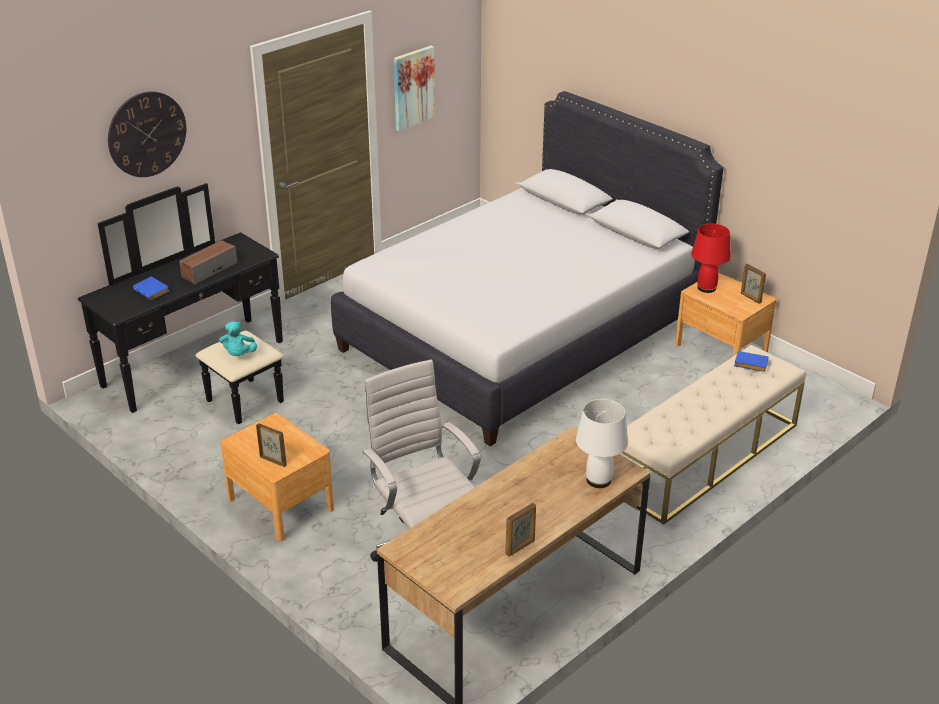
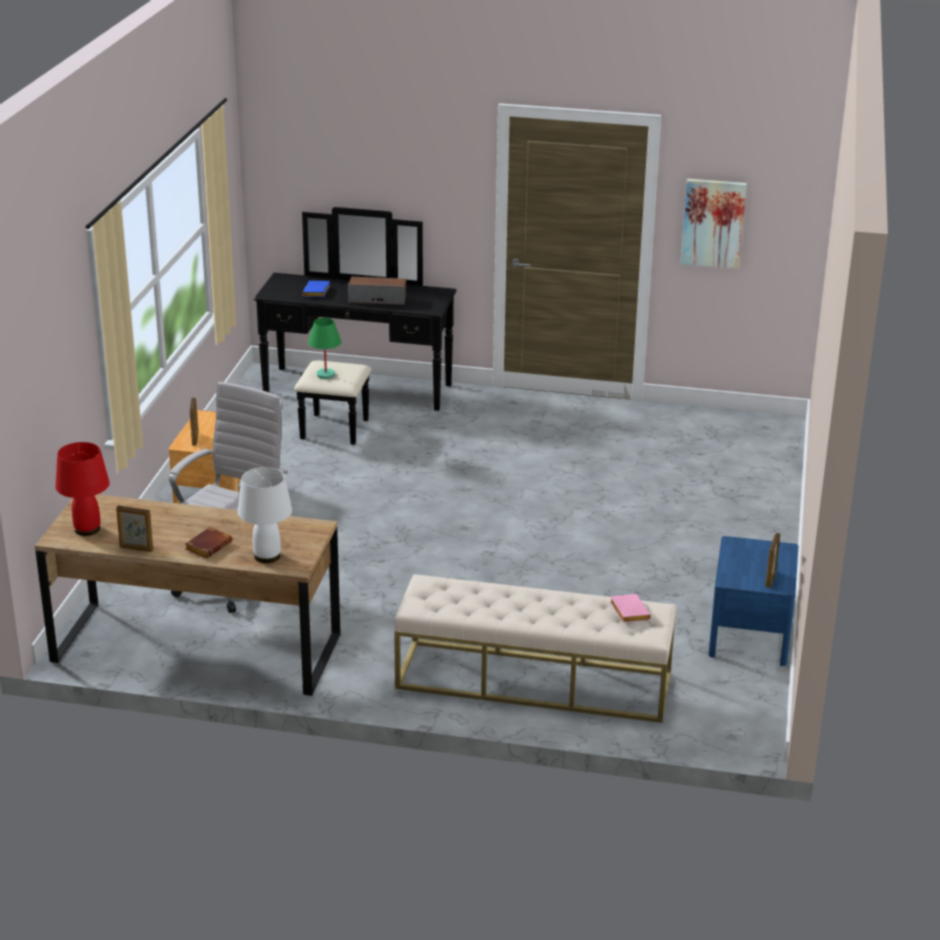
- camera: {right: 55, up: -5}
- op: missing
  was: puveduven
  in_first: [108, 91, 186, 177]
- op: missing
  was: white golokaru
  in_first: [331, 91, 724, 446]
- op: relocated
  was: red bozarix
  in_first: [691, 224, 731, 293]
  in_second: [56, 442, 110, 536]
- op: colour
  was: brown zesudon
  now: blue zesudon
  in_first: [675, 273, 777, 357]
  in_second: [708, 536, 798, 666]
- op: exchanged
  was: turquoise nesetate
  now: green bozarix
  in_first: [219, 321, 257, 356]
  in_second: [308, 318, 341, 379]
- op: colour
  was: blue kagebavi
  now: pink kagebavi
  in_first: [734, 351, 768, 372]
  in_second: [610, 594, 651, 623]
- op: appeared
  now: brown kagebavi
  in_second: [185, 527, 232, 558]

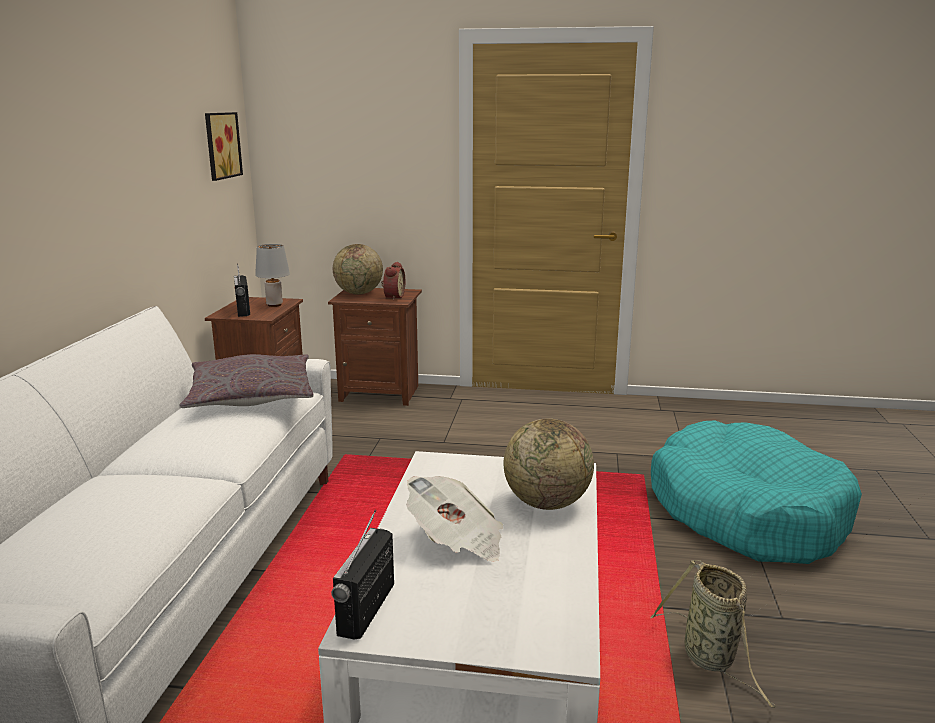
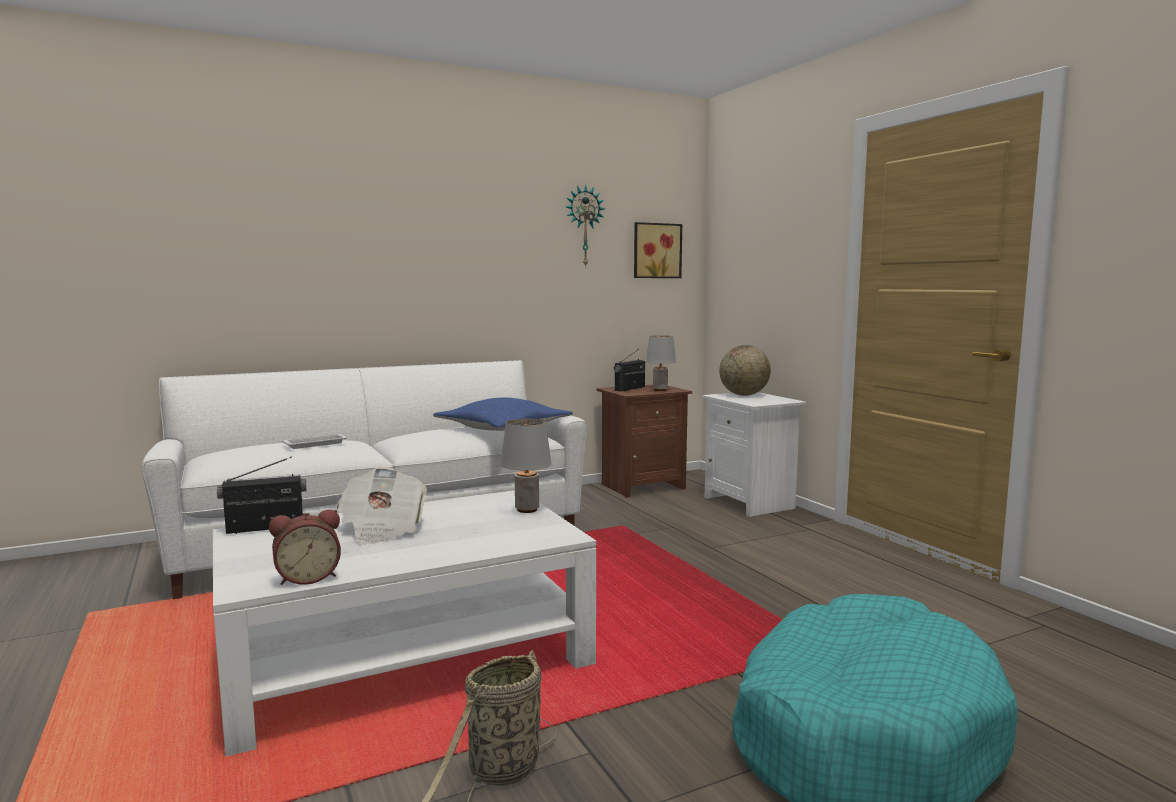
- camera: {right: 55, up: -10}
- op: relocated
  was: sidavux
  in_first: [381, 262, 405, 301]
  in_second: [269, 509, 341, 585]
- op: colour
  was: brown zesudon
  now: white zesudon
  in_first: [328, 288, 422, 406]
  in_second: [702, 392, 807, 517]
- op: colour
  was: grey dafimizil
  now: blue dafimizil
  in_first: [179, 354, 314, 408]
  in_second: [433, 398, 573, 431]
- op: missing
  was: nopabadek
  in_first: [504, 418, 594, 510]
- op: appeared
  now: puveduven
  in_second: [566, 185, 605, 267]
- op: appeared
  now: grey bozarix
  in_second: [501, 418, 552, 513]
- op: appeared
  now: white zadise
  in_second: [282, 434, 347, 449]

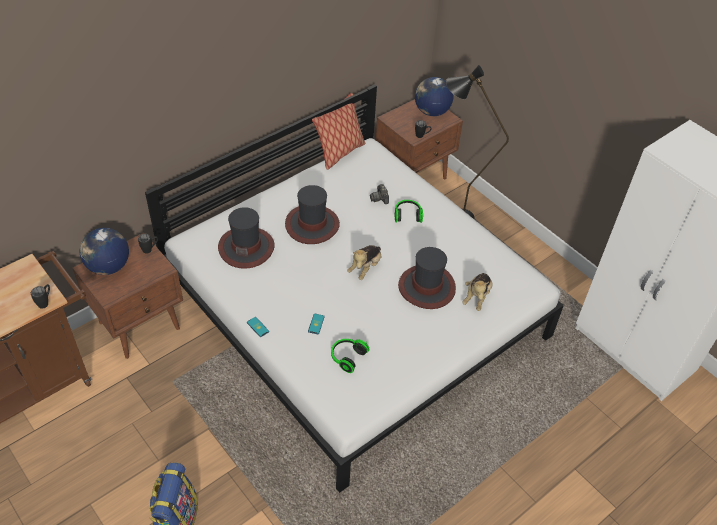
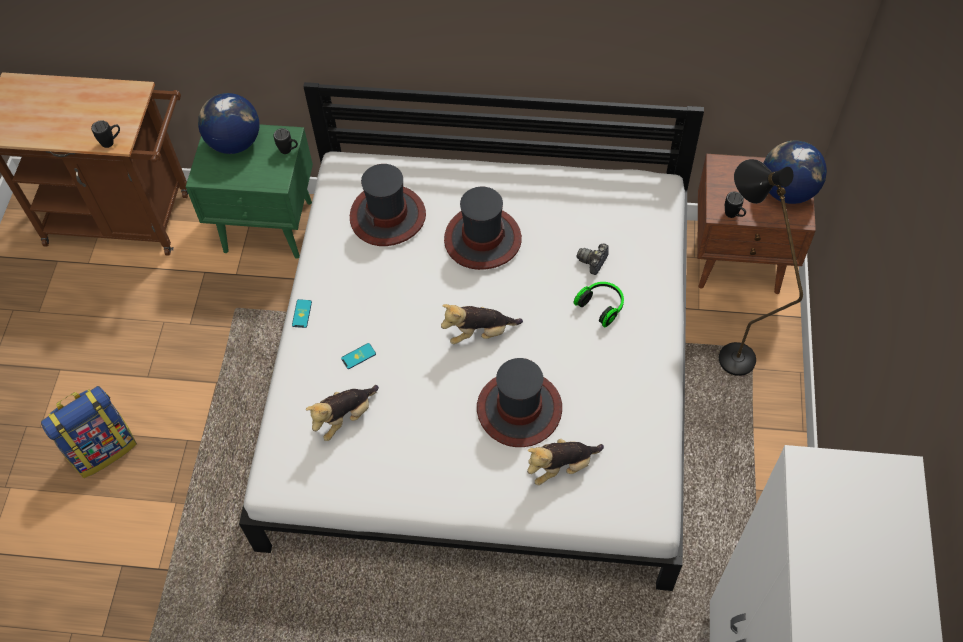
- camera: {right: 50, up: 10}
- op: missing
  was: dafimizil
  in_first: [312, 93, 365, 170]
- op: colour
  was: brown zesudon
  now: green zesudon
  in_first: [73, 233, 183, 359]
  in_second: [186, 124, 313, 259]
- op: exchanged
  was: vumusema
  now: nesetate
  in_first: [331, 339, 370, 373]
  in_second: [306, 385, 379, 441]

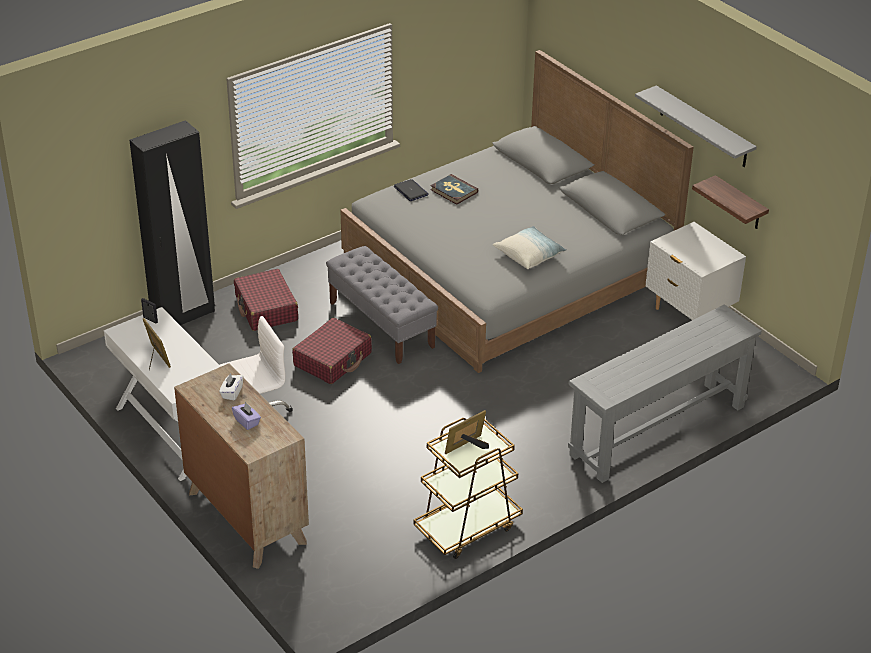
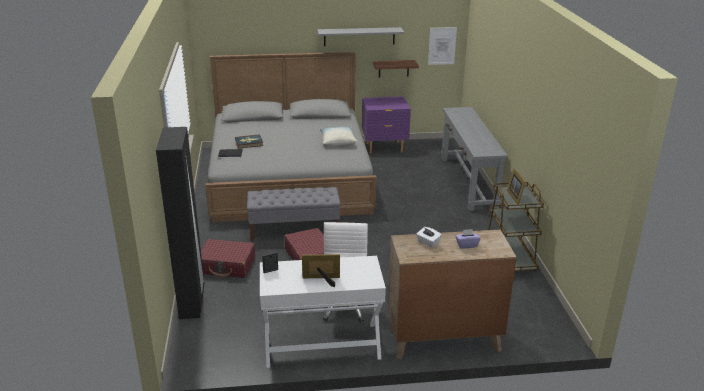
- camera: {right: -60, up: -10}
- op: colour
  was: white zesudon
  now: purple zesudon
  in_first: [646, 222, 746, 320]
  in_second: [362, 96, 411, 154]
- op: appeared
  now: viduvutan
  in_second: [428, 27, 457, 65]

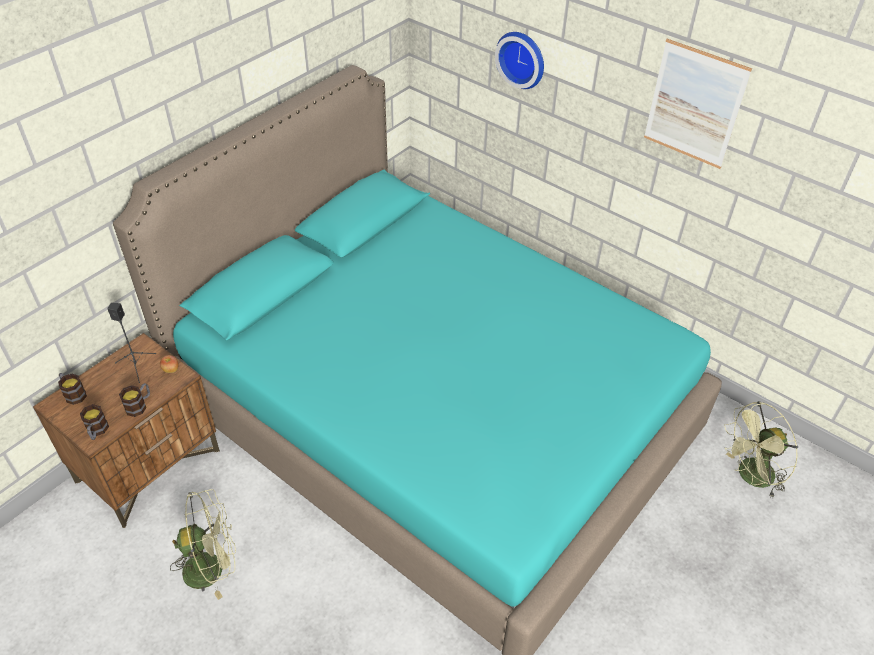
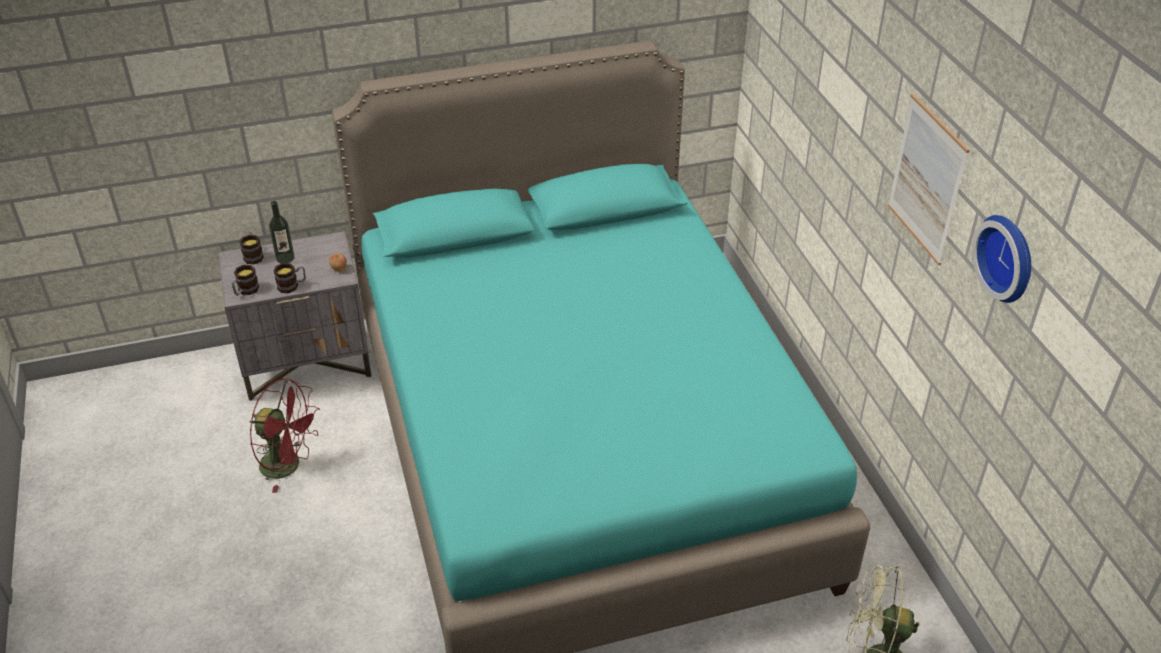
- camera: {right: 35, up: -5}
- op: relocated
  was: puveduven
  in_first: [495, 32, 544, 89]
  in_second: [972, 215, 1031, 303]
- op: missing
  was: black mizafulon
  in_first: [107, 303, 156, 383]
- op: colour
  was: brown zesudon
  now: grey zesudon
  in_first: [33, 333, 220, 528]
  in_second: [218, 231, 372, 401]
- op: colour
  was: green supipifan
  now: red supipifan
  in_first: [170, 489, 236, 600]
  in_second: [250, 378, 320, 493]
- op: appeared
  now: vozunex
  in_second: [269, 201, 295, 263]

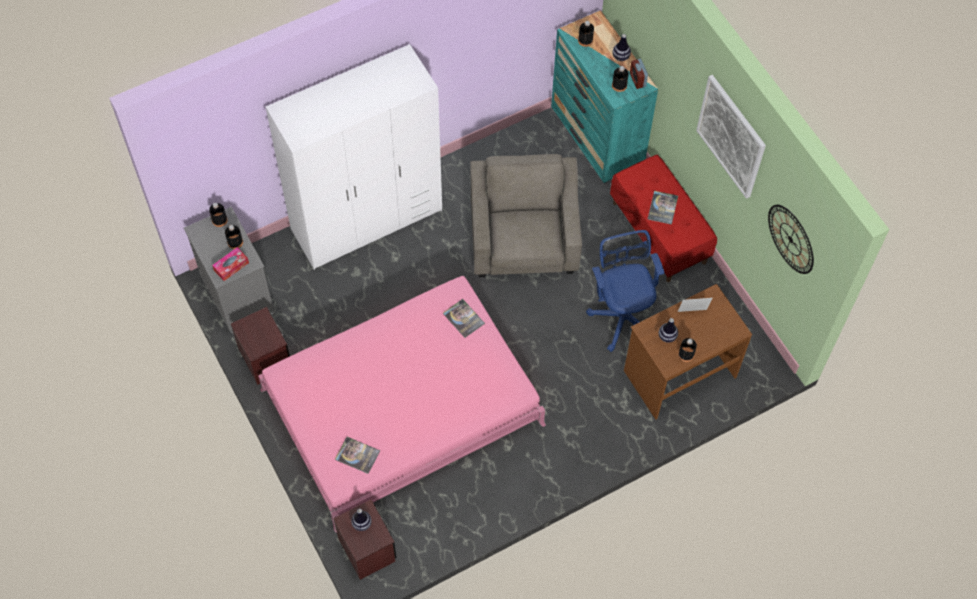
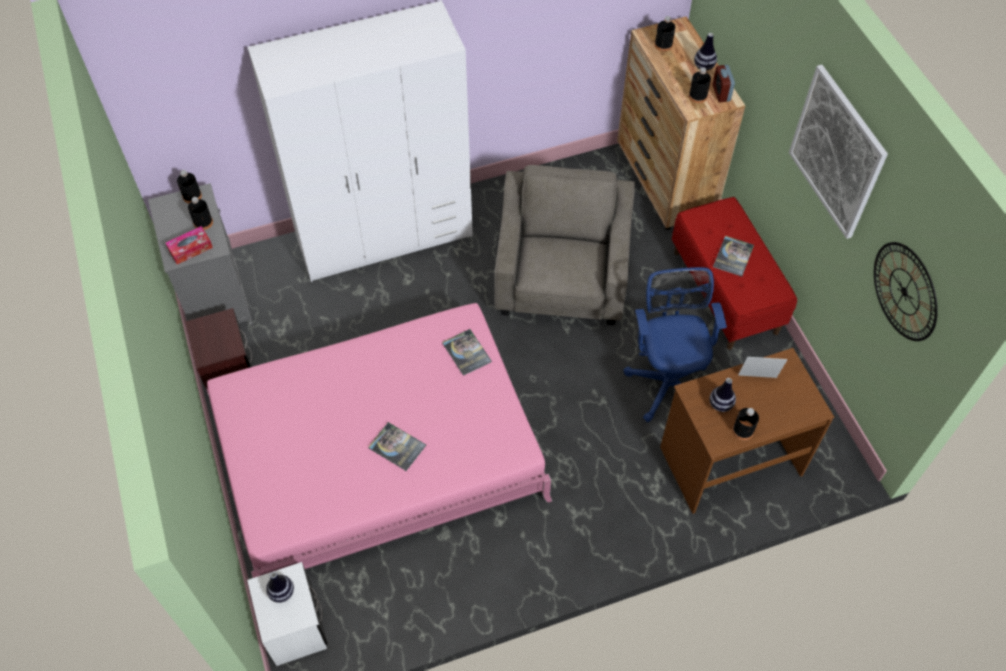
- camera: {right: 10, up: -5}
- op: colour
  was: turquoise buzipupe
  now: brown buzipupe
  in_first: [551, 10, 658, 183]
  in_second: [617, 17, 745, 230]
- op: relocated
  was: kagebavi
  in_first: [335, 437, 380, 474]
  in_second: [368, 422, 426, 471]
- op: colour
  was: brown zesudon
  now: white zesudon
  in_first: [333, 500, 397, 580]
  in_second: [247, 562, 328, 666]

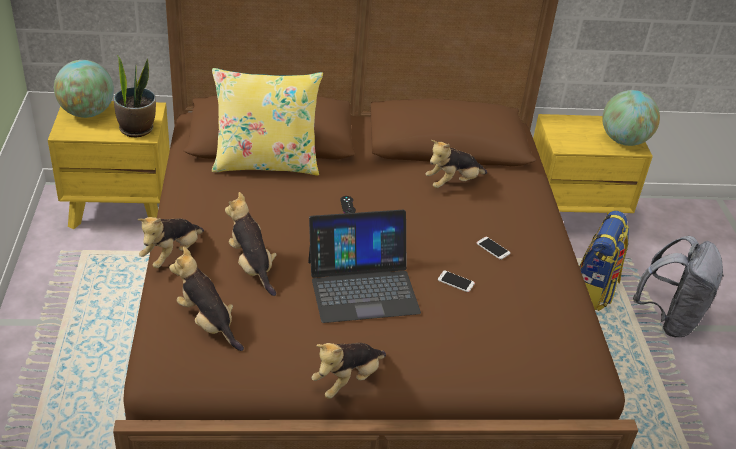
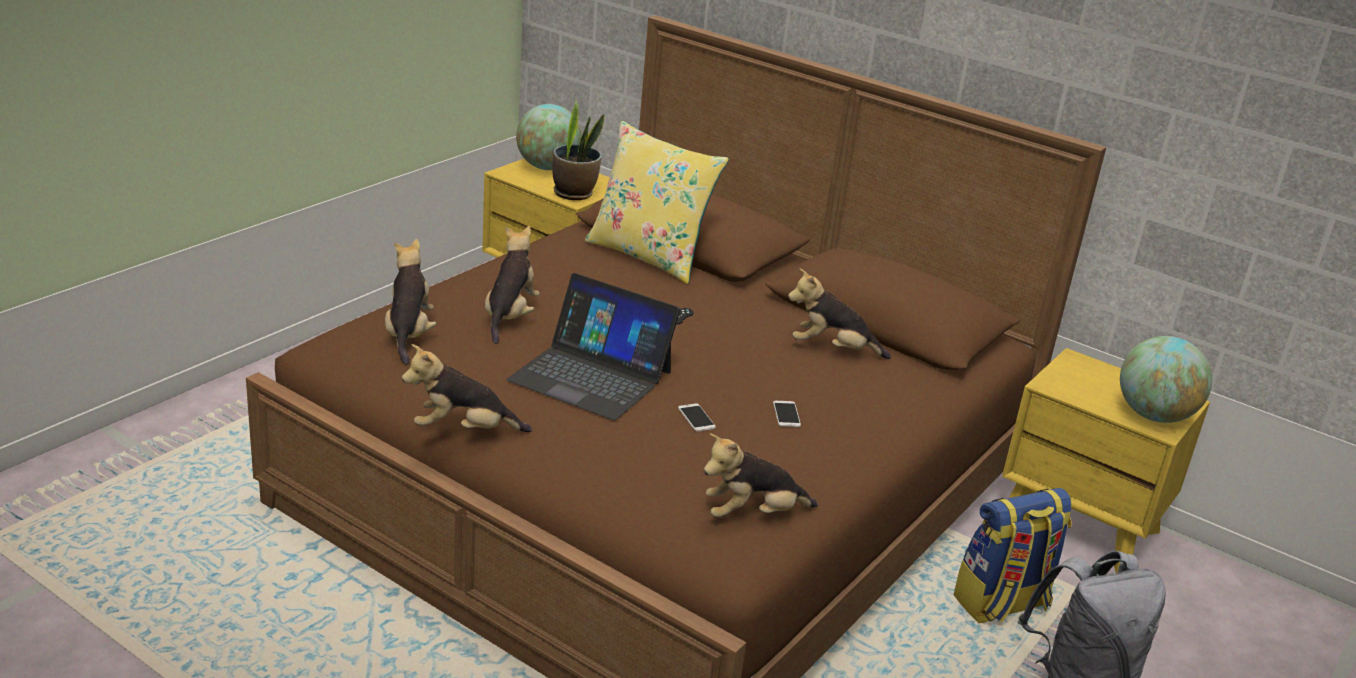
- camera: {right: 40, up: -10}
- op: relocated
  was: nesetate
  in_first: [138, 217, 204, 268]
  in_second: [704, 433, 818, 518]

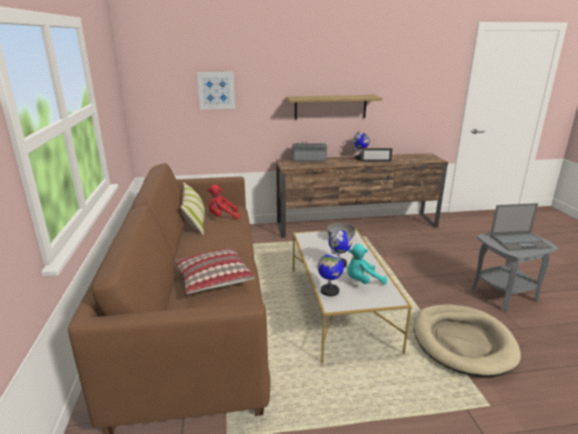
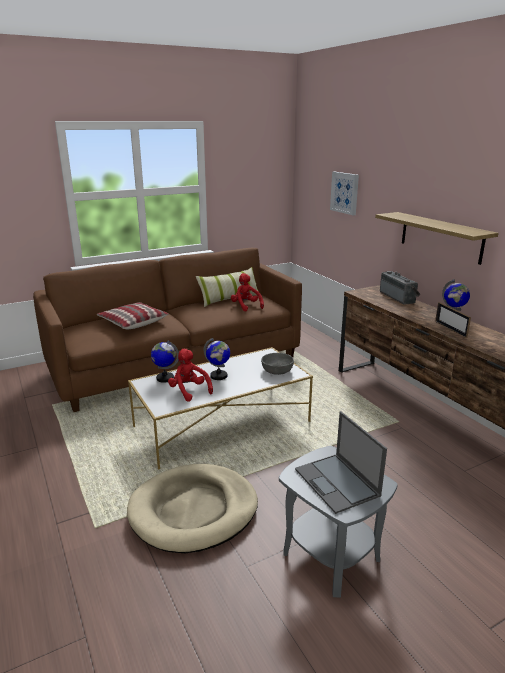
- camera: {right: 70, up: 0}
- op: colour
  was: turquoise nesetate
  now: red nesetate
  in_first: [347, 244, 387, 284]
  in_second: [168, 349, 213, 402]

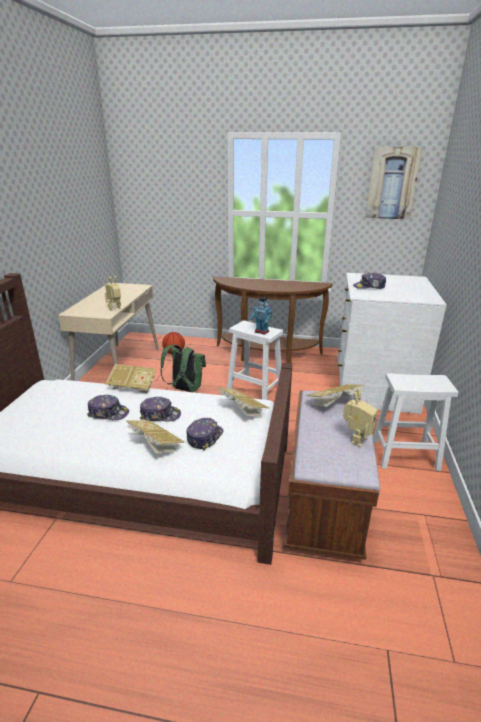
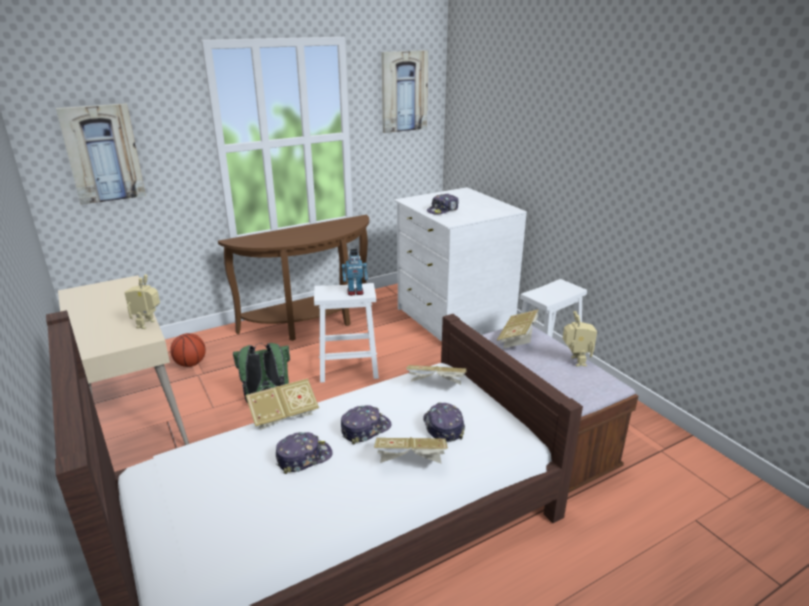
- camera: {right: -40, up: 0}
- op: appeared
  now: viduvutan
  in_second: [56, 103, 146, 205]

